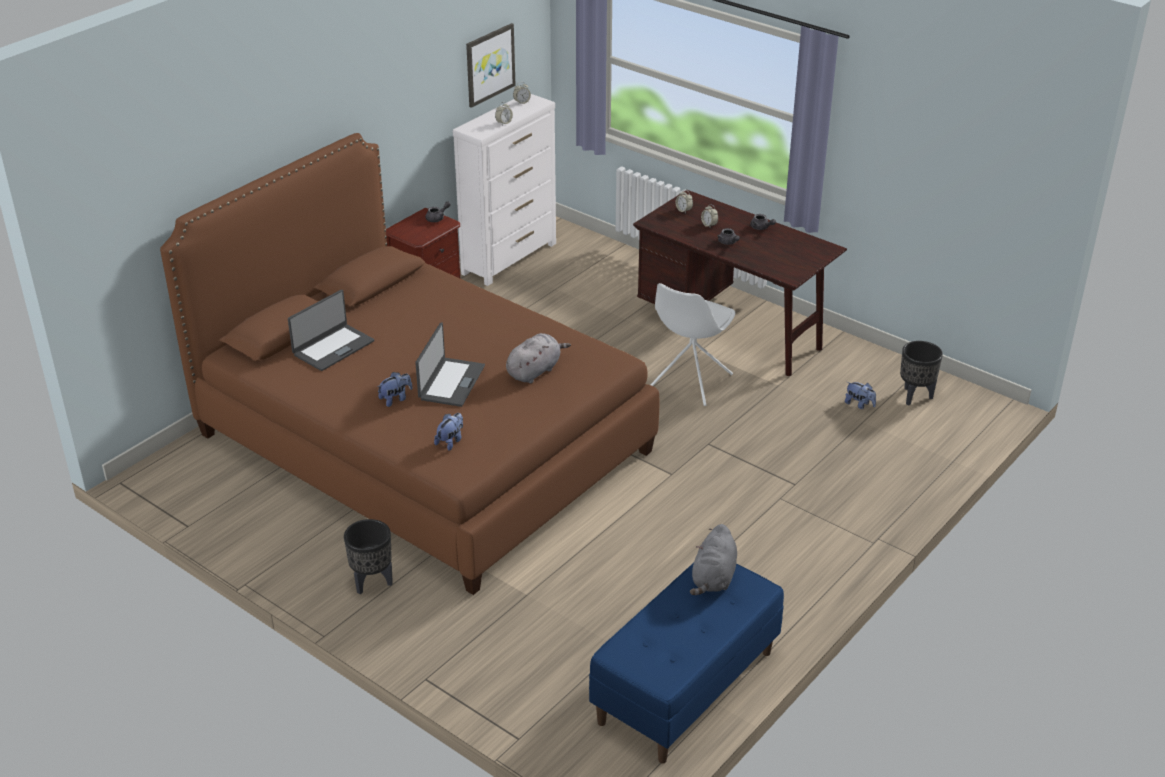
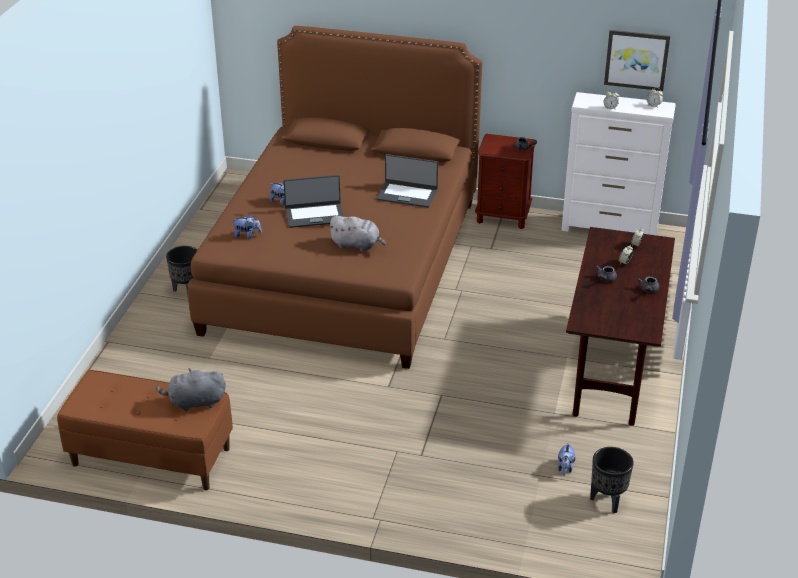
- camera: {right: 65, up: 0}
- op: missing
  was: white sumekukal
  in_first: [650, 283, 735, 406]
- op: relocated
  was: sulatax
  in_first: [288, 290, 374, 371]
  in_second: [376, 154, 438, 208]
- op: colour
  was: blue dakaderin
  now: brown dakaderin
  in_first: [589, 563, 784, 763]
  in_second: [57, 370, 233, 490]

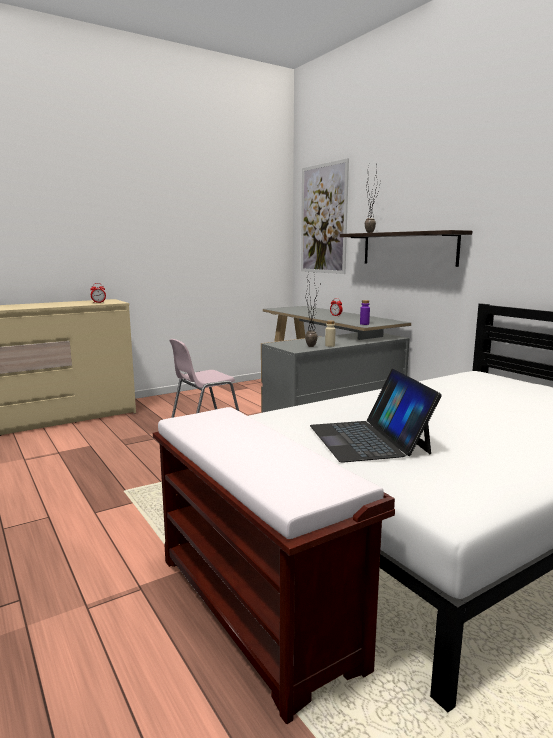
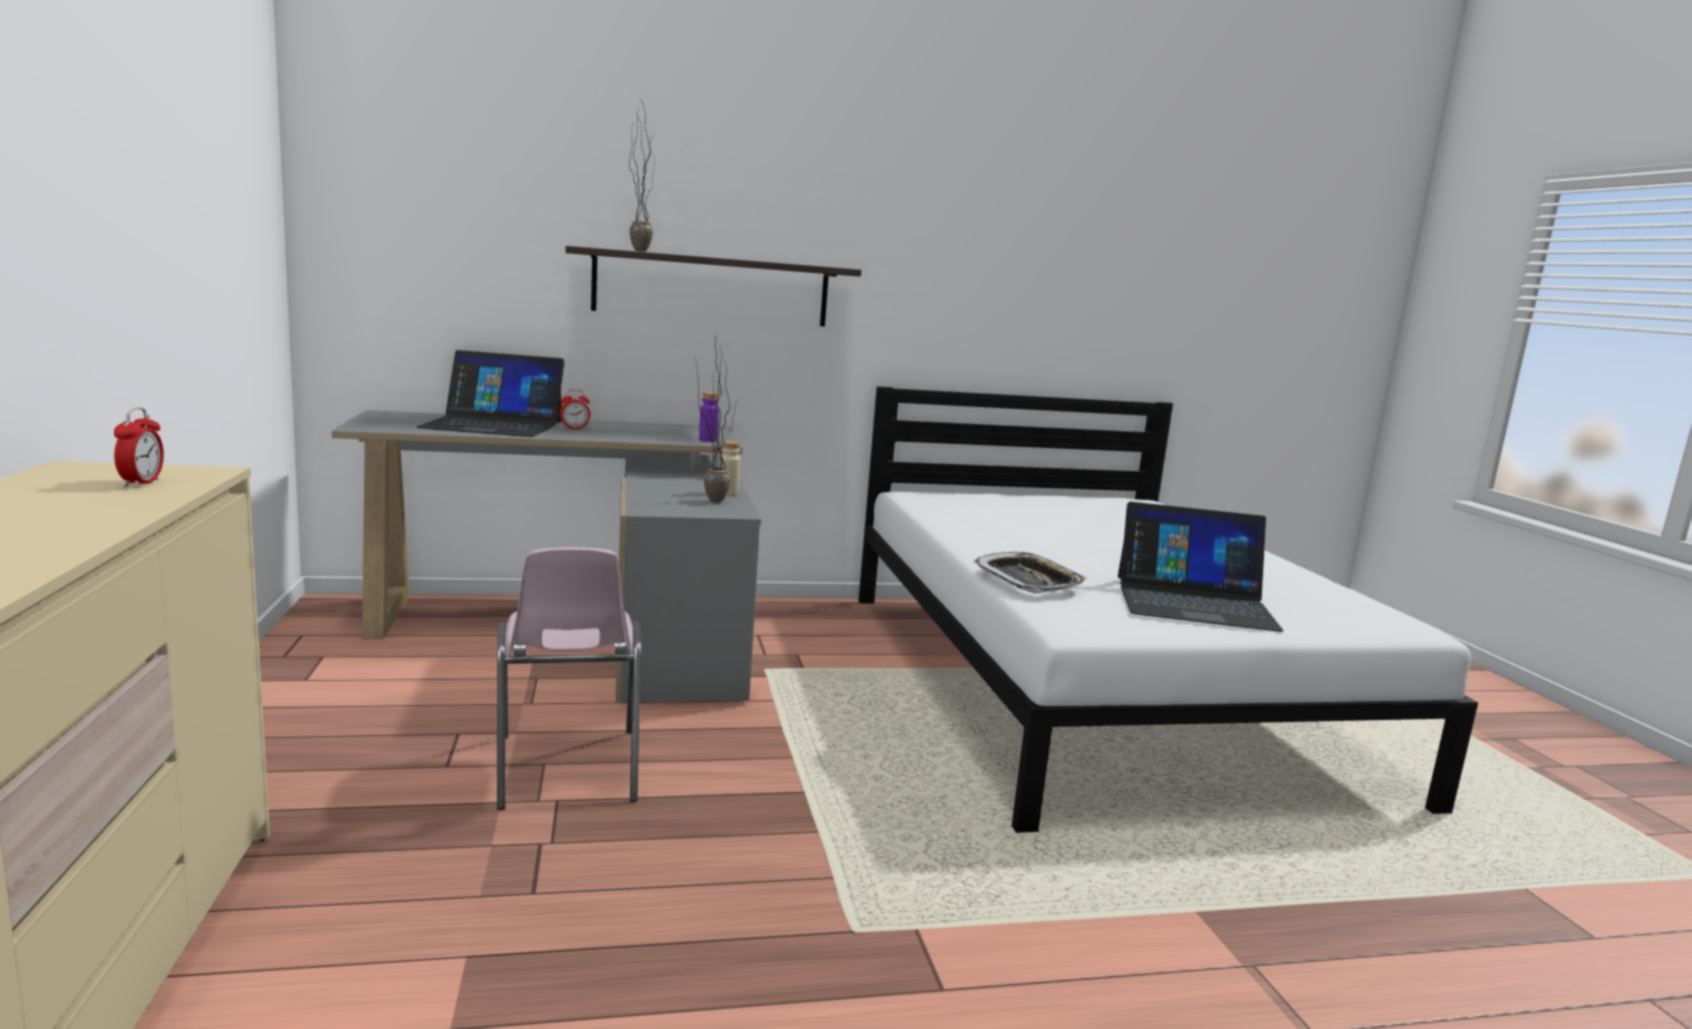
- camera: {right: -70, up: 0}
- op: missing
  was: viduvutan
  in_first: [301, 158, 349, 274]
- op: missing
  was: brown dakaderin
  in_first: [153, 407, 395, 724]
- op: appeared
  now: sulatax
  in_second: [417, 350, 565, 437]
- op: appeared
  now: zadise
  in_second: [973, 552, 1088, 593]

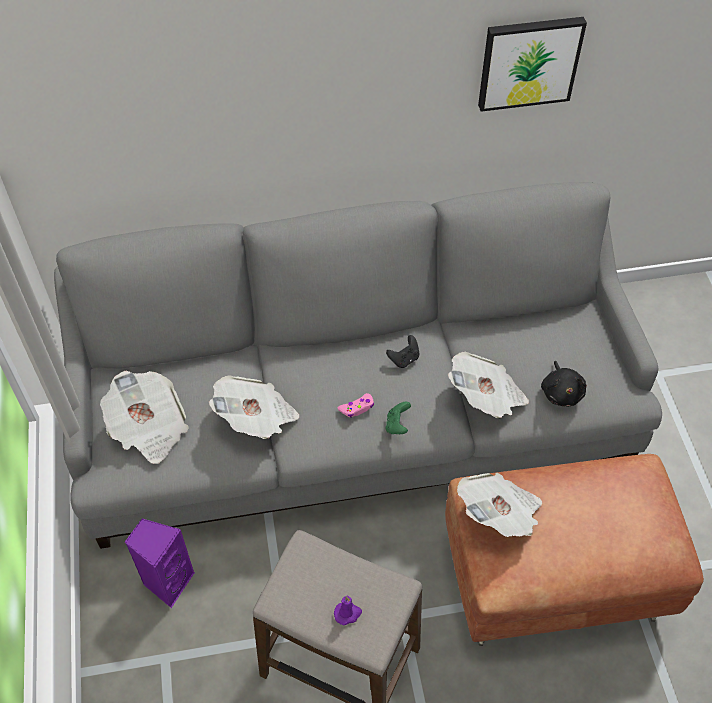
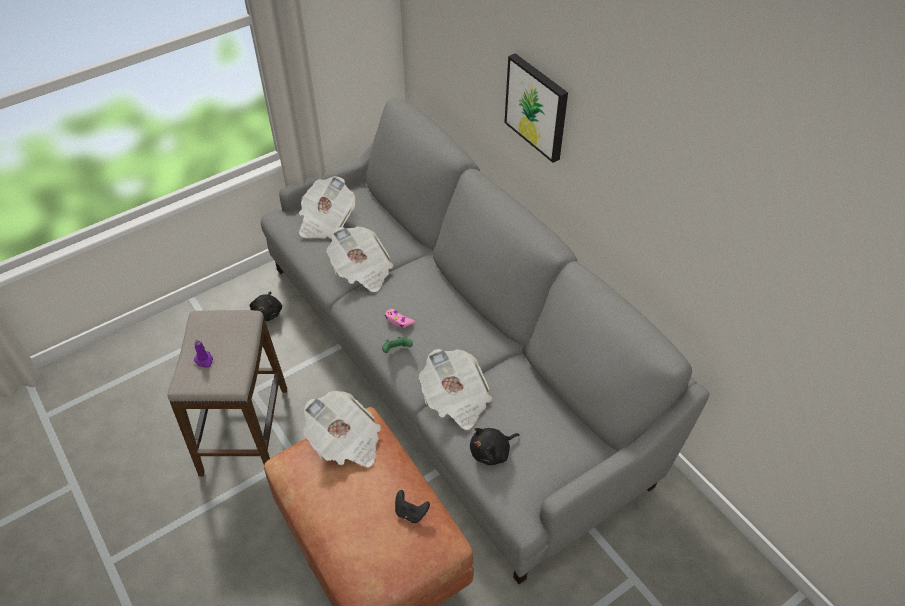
- camera: {right: 65, up: -5}
- op: relocated
  was: viduvutan
  in_first: [478, 17, 587, 112]
  in_second: [504, 53, 568, 163]
- op: relocated
  was: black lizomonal
  in_first: [386, 335, 419, 368]
  in_second: [395, 490, 430, 523]
- op: exchanged
  was: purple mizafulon
  now: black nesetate
  in_first: [125, 518, 195, 608]
  in_second: [250, 291, 282, 321]

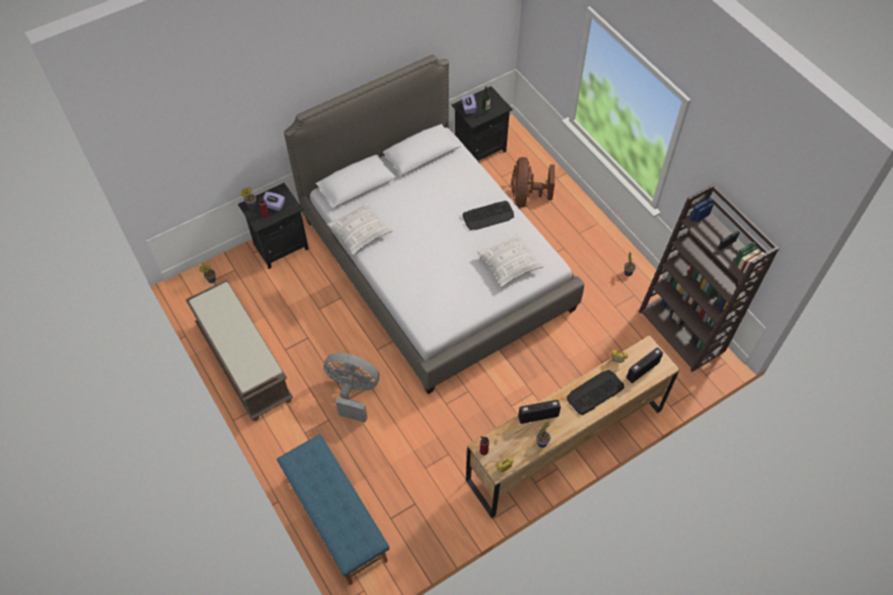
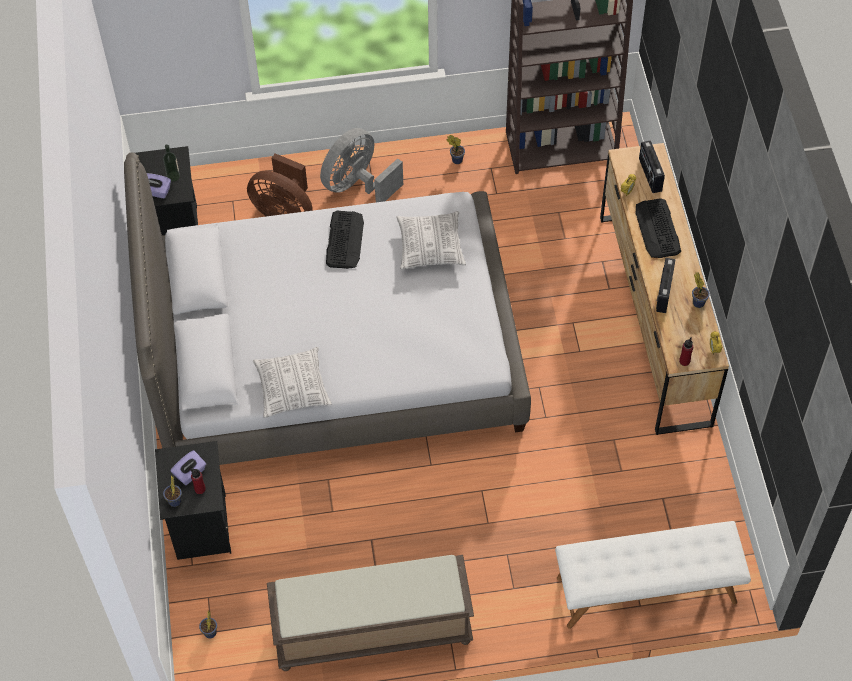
- camera: {right: -65, up: 0}
- op: relocated
  was: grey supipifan
  in_first: [324, 353, 379, 423]
  in_second: [320, 128, 403, 202]
- op: colour
  was: blue dakaderin
  now: white dakaderin
  in_first: [277, 434, 390, 585]
  in_second: [555, 521, 751, 629]

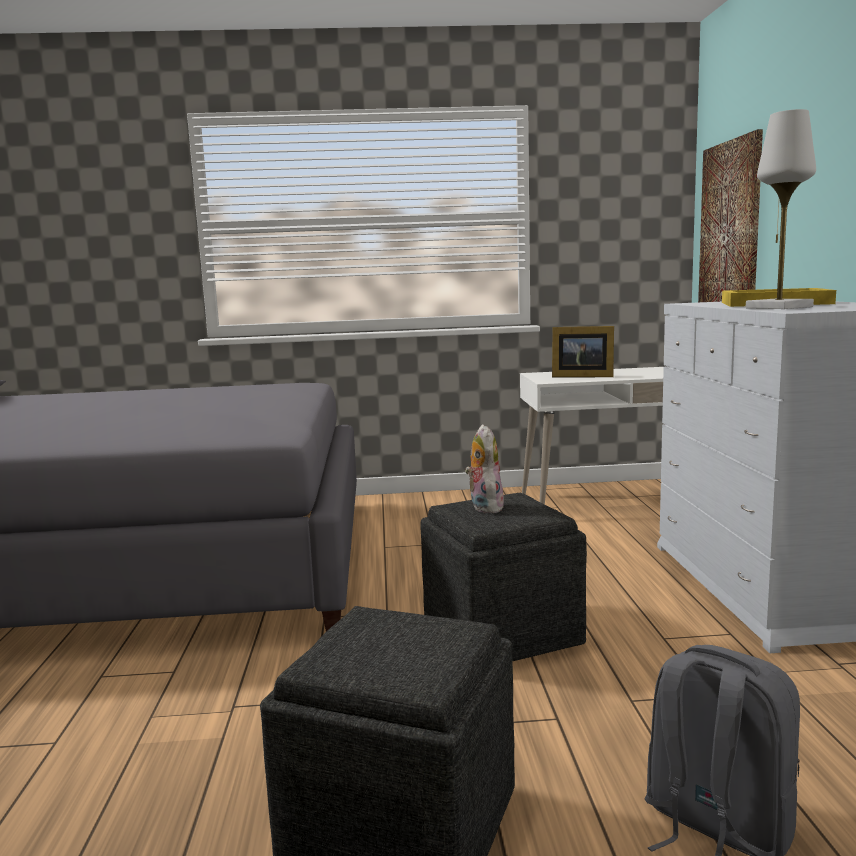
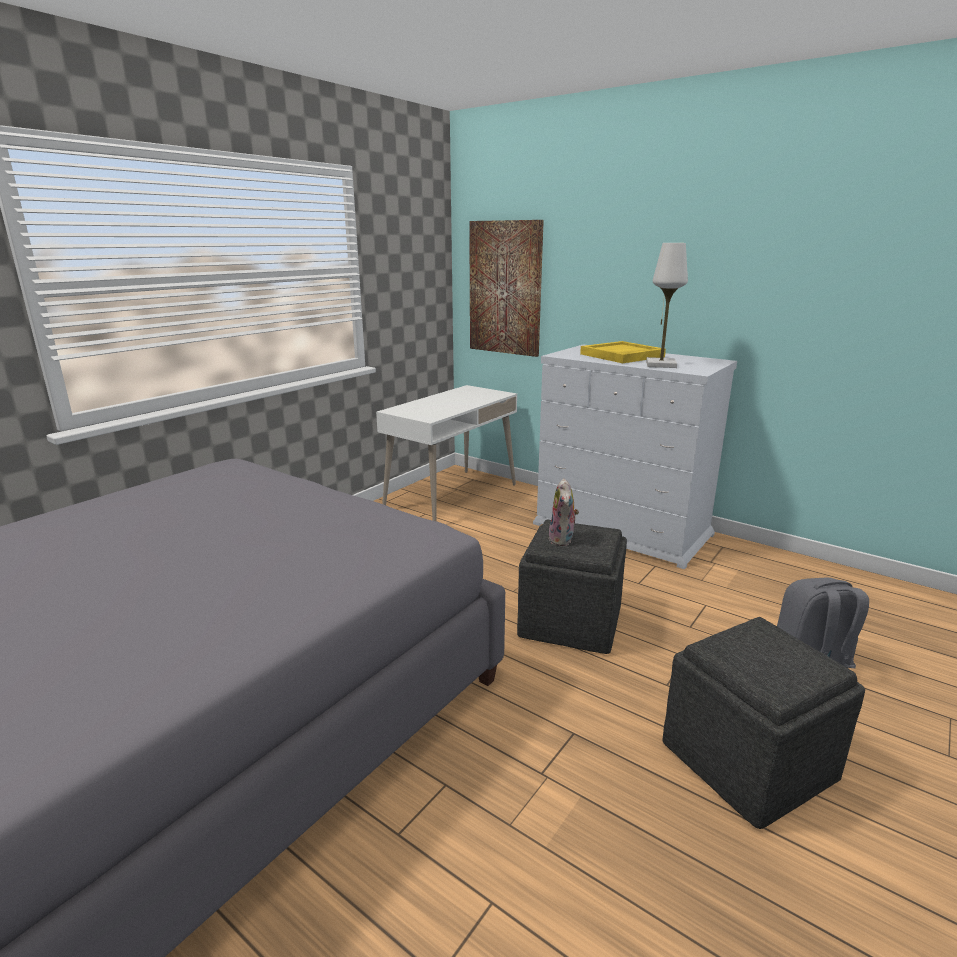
- camera: {right: -50, up: 10}
- op: missing
  was: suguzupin
  in_first: [552, 326, 614, 377]
- op: spun
  was: nesetate
  in_first: [465, 424, 504, 513]
  in_second: [548, 478, 579, 546]
  clockwise: -120

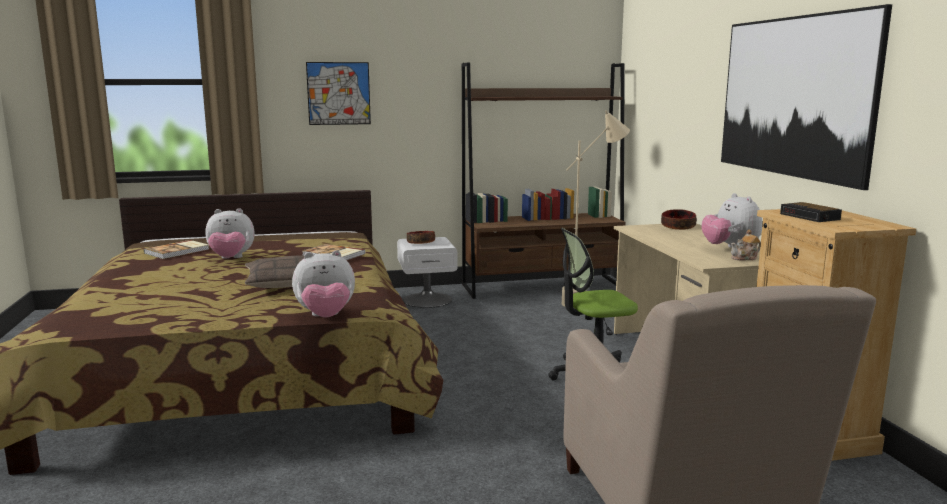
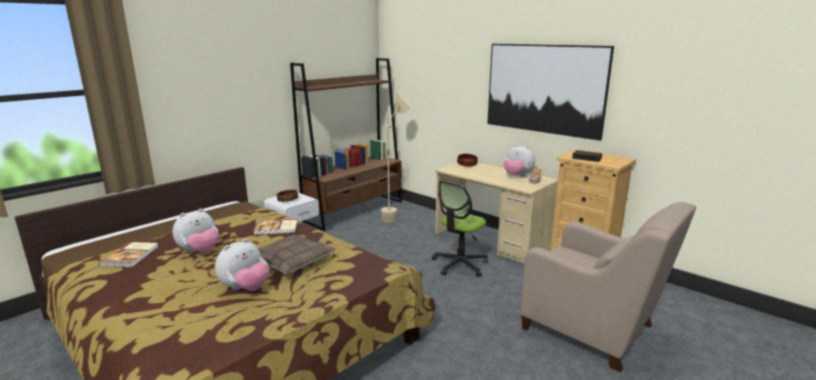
- camera: {right: -35, up: 5}
- op: missing
  was: viduvutan
  in_first: [306, 62, 371, 125]
- op: relocated
  was: nesetate
  in_first: [292, 250, 355, 317]
  in_second: [215, 238, 270, 291]

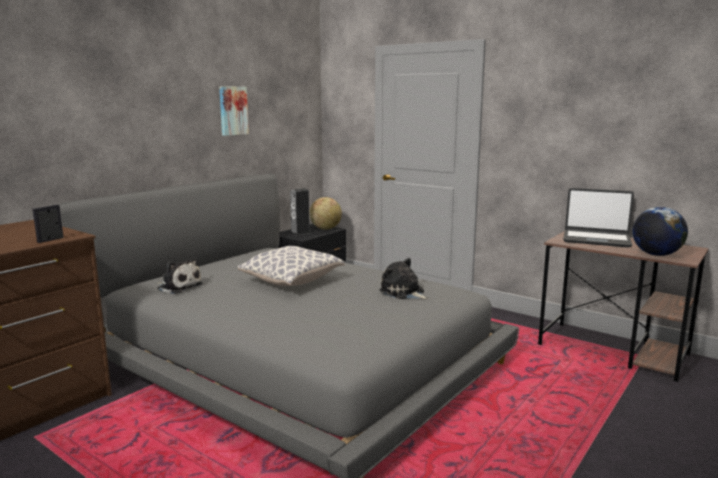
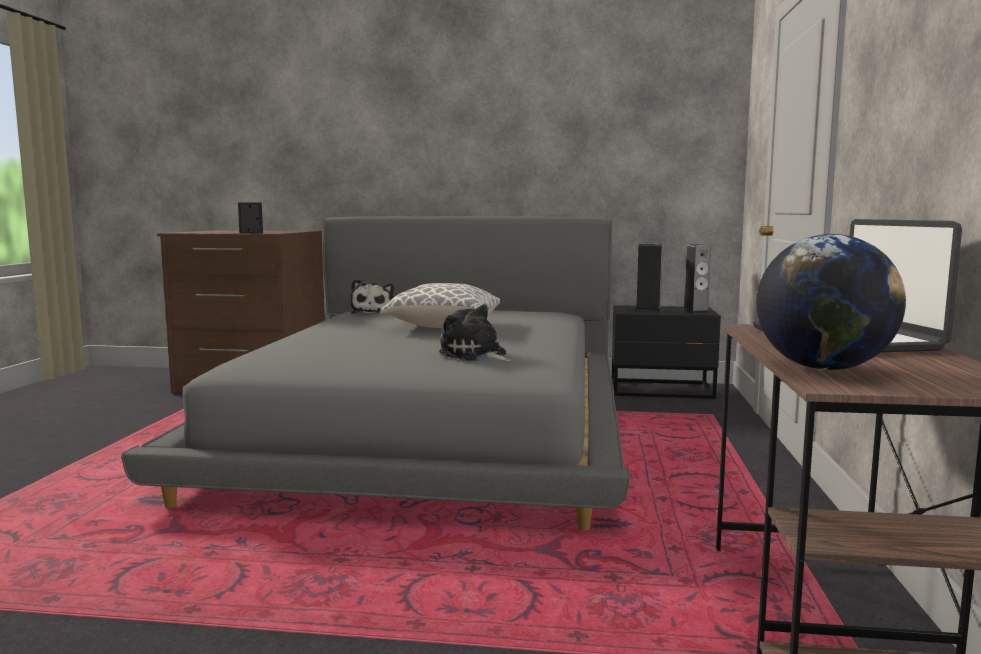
- camera: {right: 60, up: -5}
- op: missing
  was: viduvutan
  in_first: [219, 86, 249, 136]
- op: exchanged
  was: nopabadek
  now: mizafulon
  in_first: [309, 197, 342, 230]
  in_second: [683, 244, 711, 314]
- op: spun
  was: nesetate
  in_first: [380, 258, 430, 300]
  in_second: [439, 304, 512, 361]
  clockwise: -60

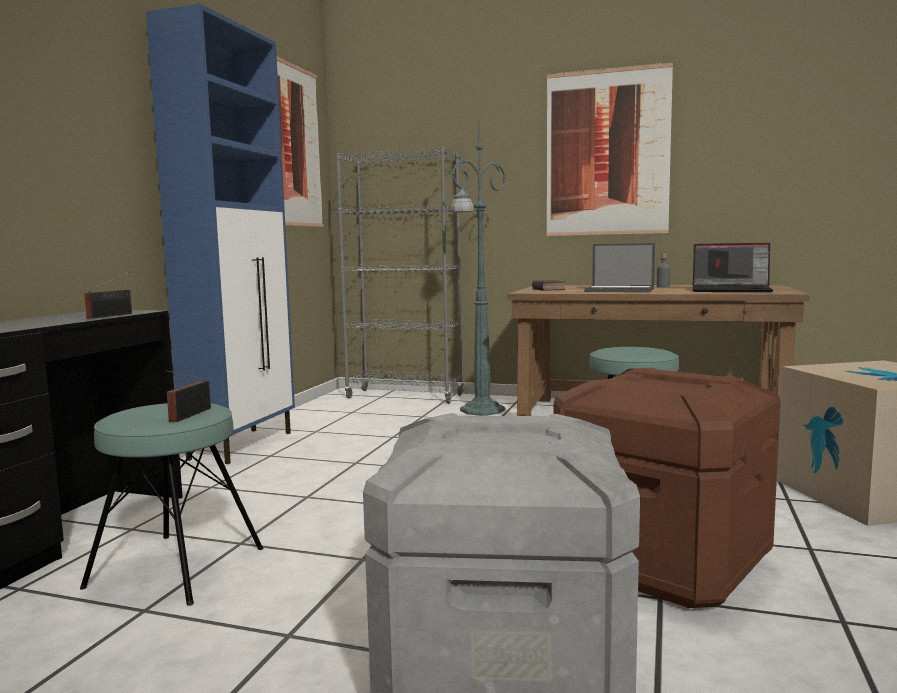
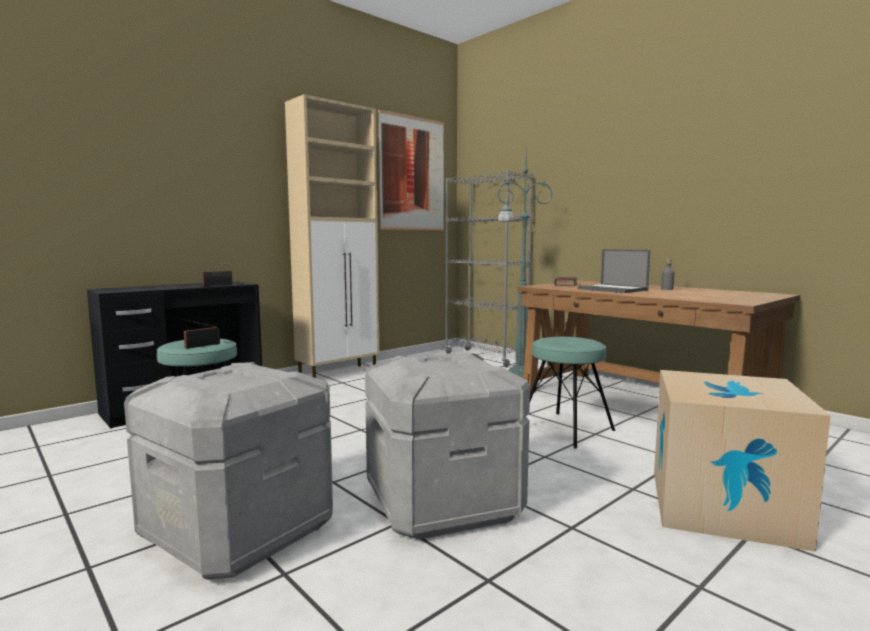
- camera: {right: 30, up: 0}
- op: colour
  was: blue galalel
  now: beige galalel
  in_first: [146, 4, 295, 464]
  in_second: [285, 94, 379, 378]
- op: missing
  was: viduvutan
  in_first: [547, 63, 673, 236]
- op: missing
  was: sulatax
  in_first: [692, 243, 773, 292]
- op: colour
  was: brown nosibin
  now: grey nosibin
  in_first: [554, 368, 781, 608]
  in_second: [365, 352, 530, 540]

